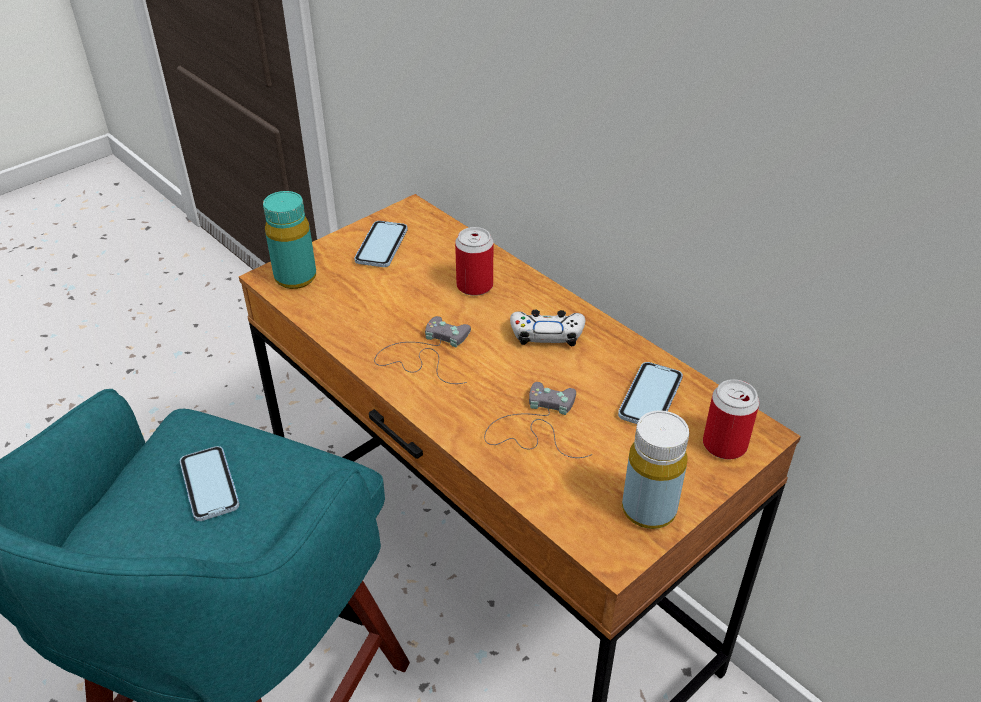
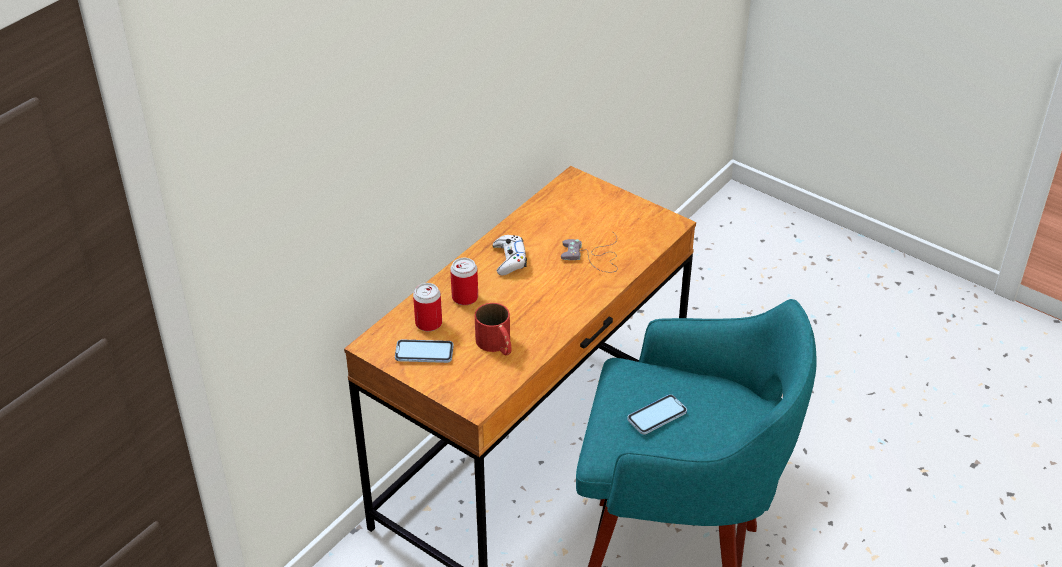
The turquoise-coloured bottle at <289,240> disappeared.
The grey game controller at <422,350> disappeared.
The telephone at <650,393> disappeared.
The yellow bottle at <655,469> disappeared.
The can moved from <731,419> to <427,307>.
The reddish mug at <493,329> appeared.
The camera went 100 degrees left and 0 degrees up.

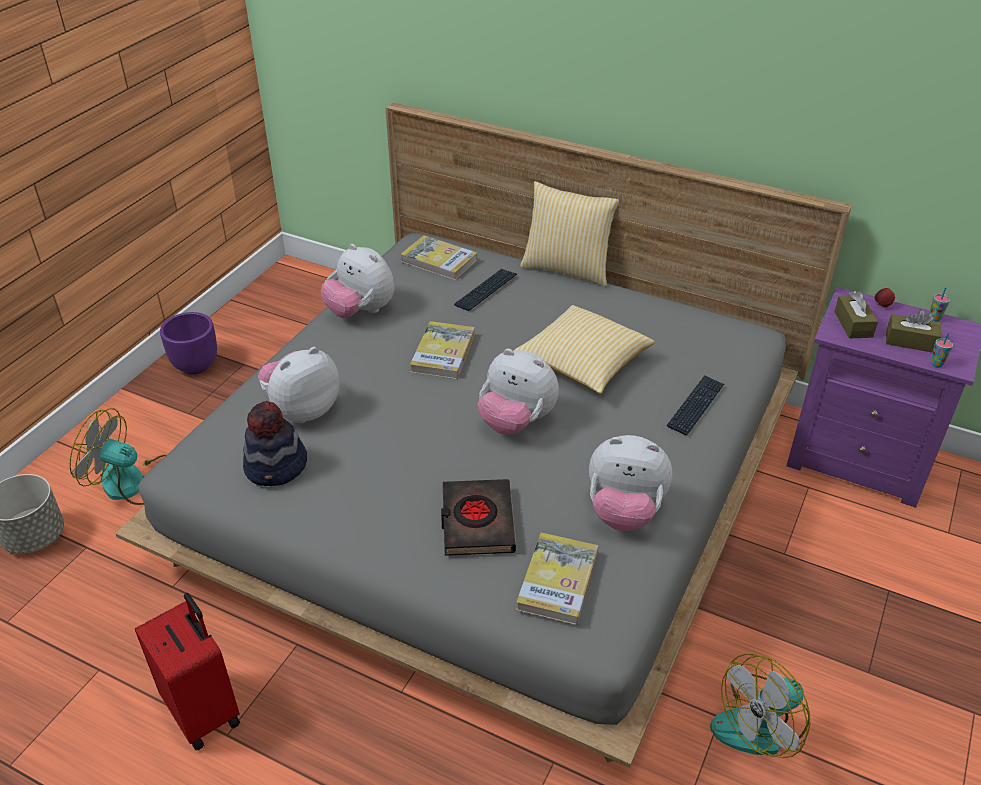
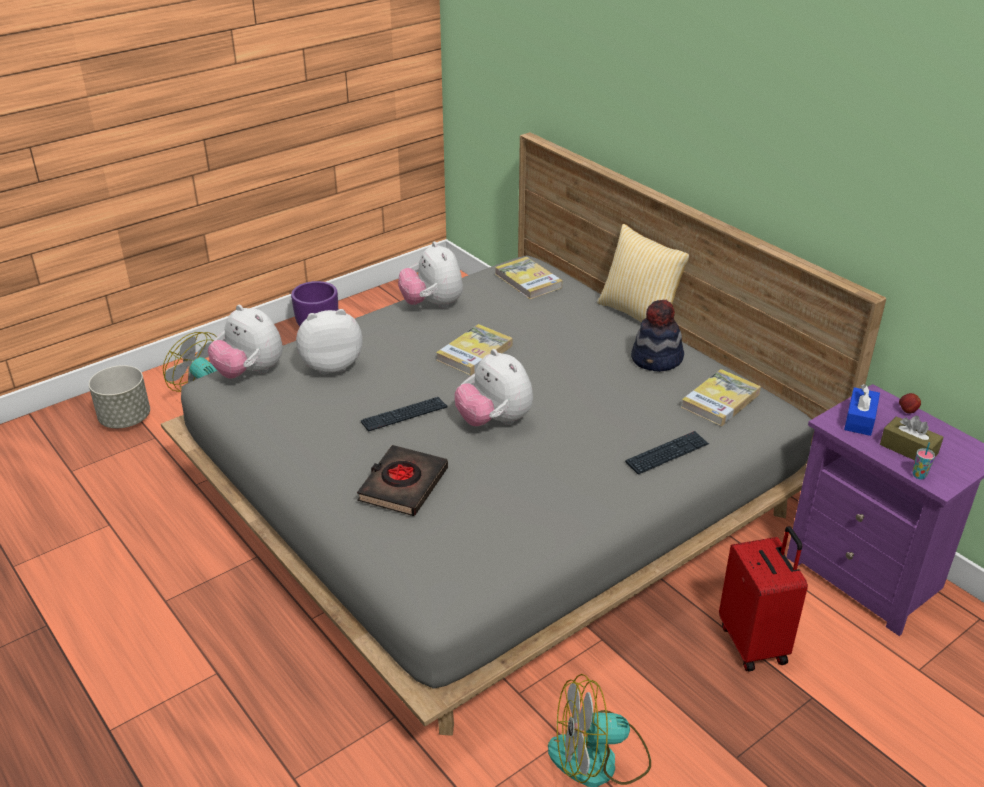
The reddish piece of luggage moved from <187,671> to <763,599>.
The clothing hat moved from <275,443> to <657,336>.
The PC keyboard moved from <485,290> to <404,414>.
The pillow at <585,349> disappeared.
The volume moved from <557,579> to <721,397>.
The cuddly toy moved from <630,483> to <245,342>.
The brownish box of tissues at <856,315> became the blue-coloured box of tissues at <862,410>.
The cup at <939,304> disappeared.
The camera went 25 degrees right and 5 degrees down.

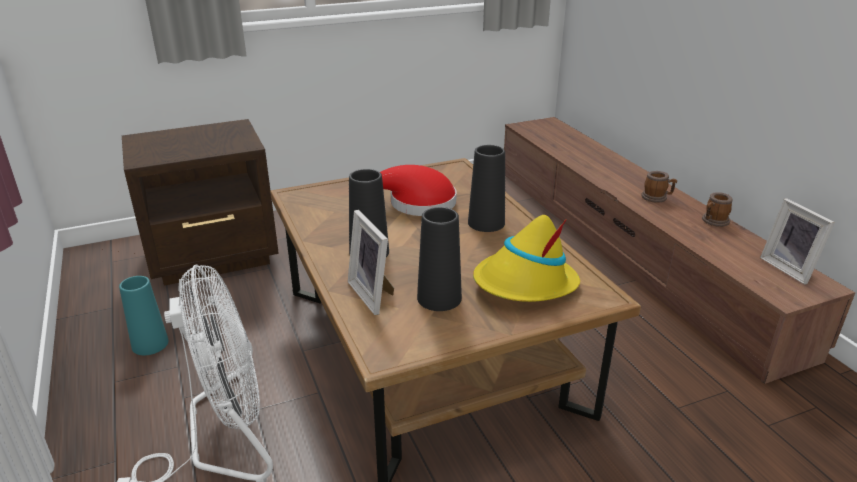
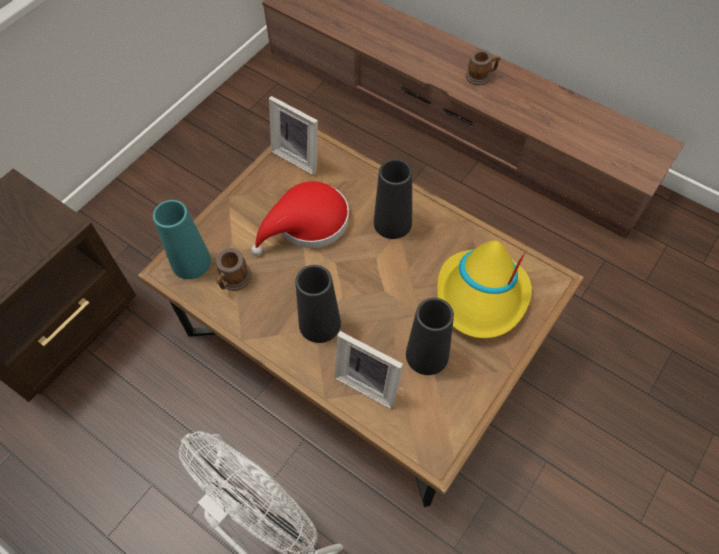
The turquoise-coloured vase moved from <144,315> to <182,239>.
The mug moved from <717,209> to <234,269>.
The picture frame moved from <797,241> to <293,135>.
The camera went 30 degrees left and 30 degrees up.

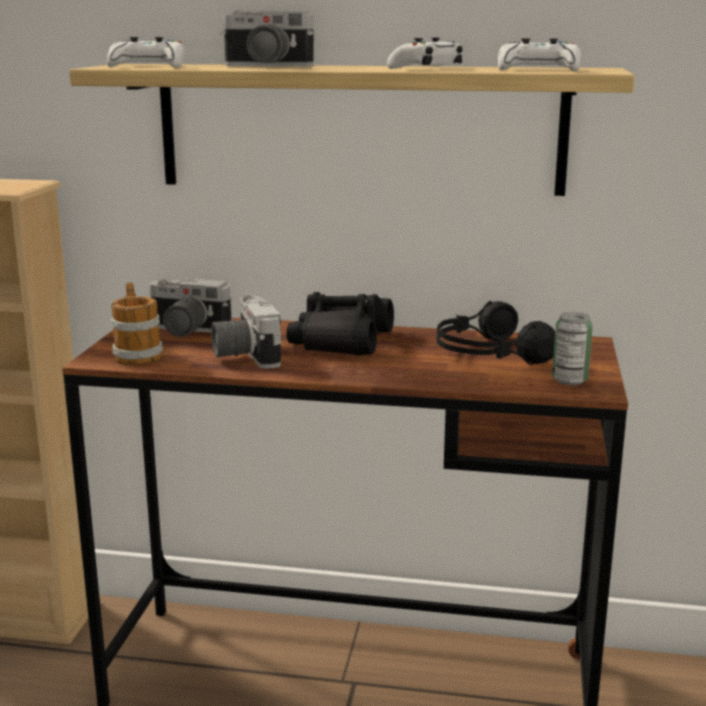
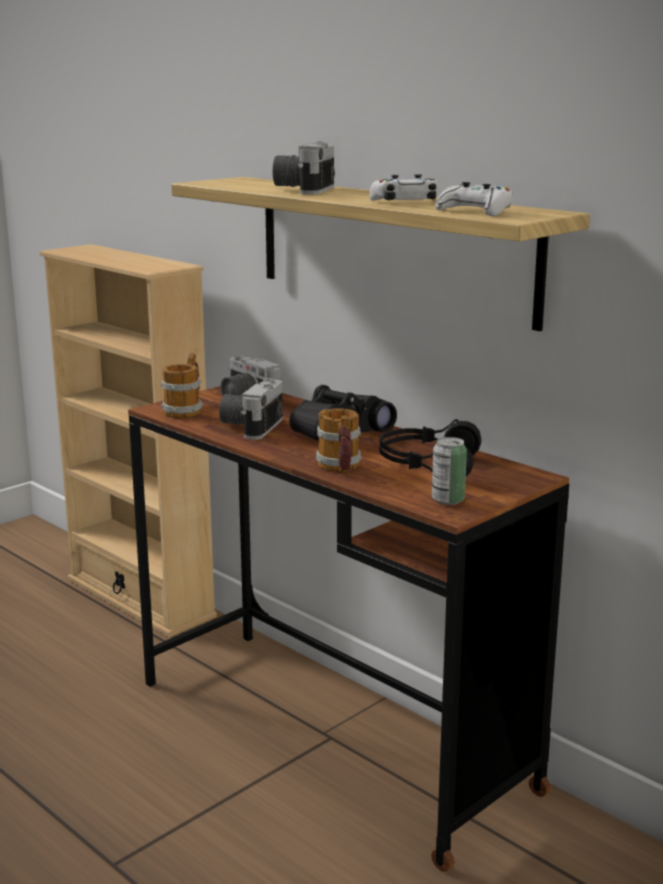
The white game controller at <145,52> disappeared.
The still camera at <267,38> turned 60 degrees clockwise.
The mug at <339,441> appeared.
The camera went 35 degrees right and 0 degrees up.

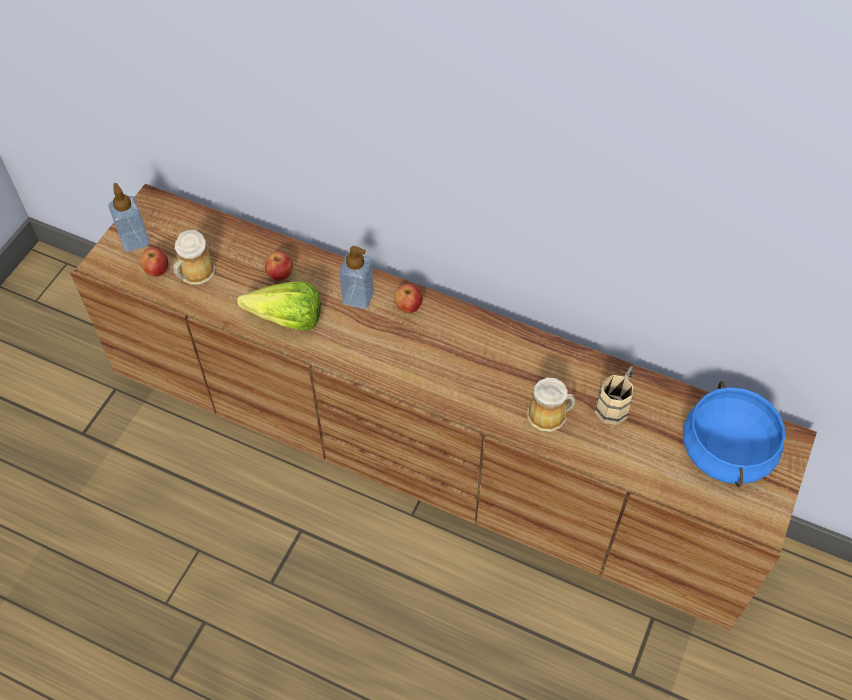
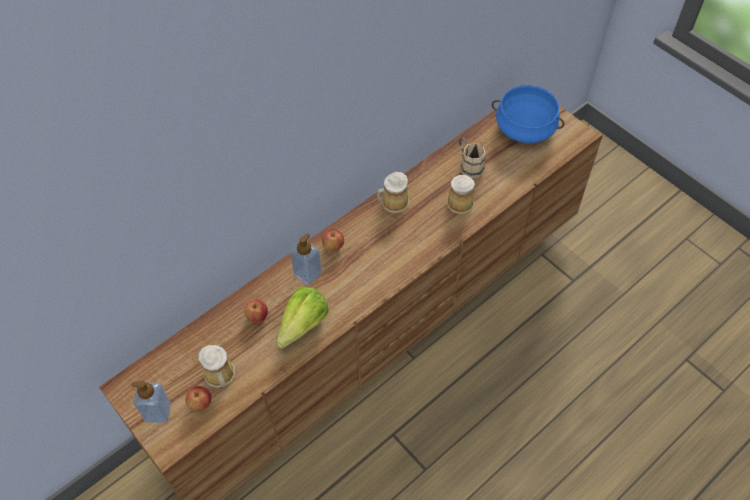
The mug at <393,192> appeared.
The camera went 65 degrees left and 0 degrees up.

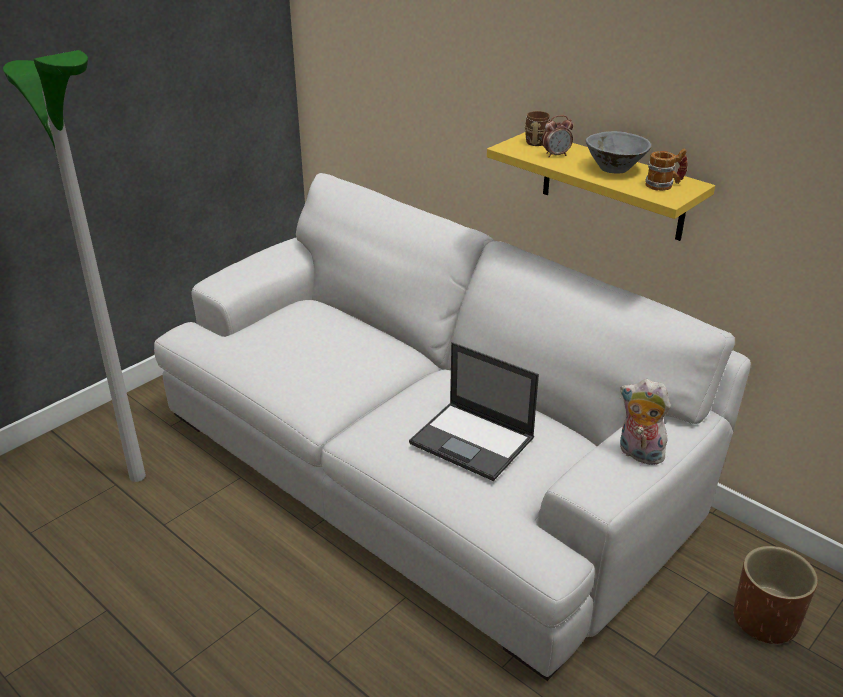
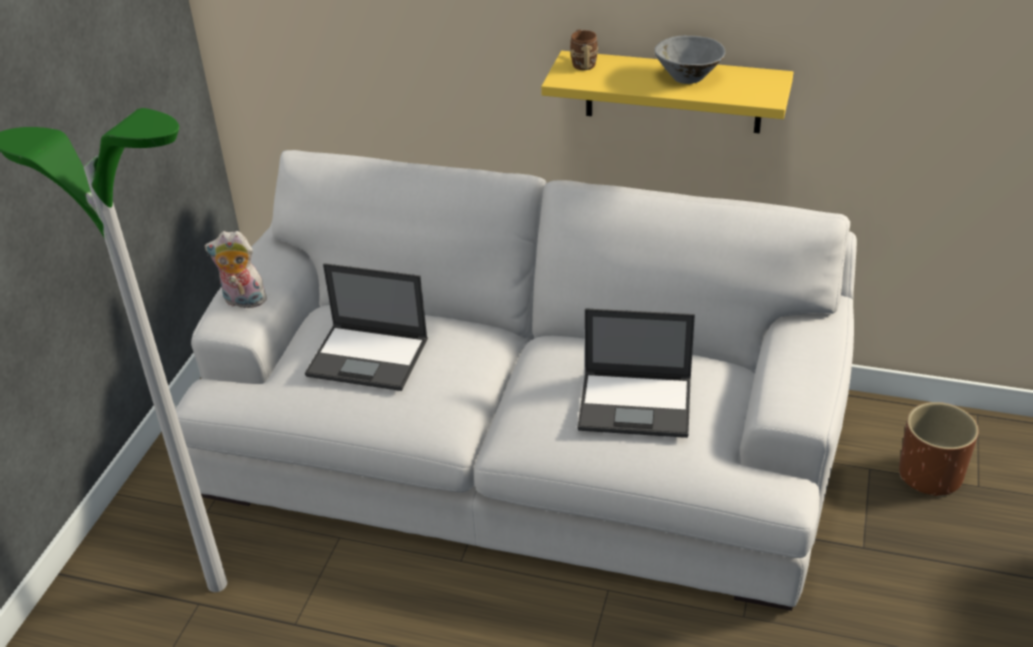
The table clock at <557,136> disappeared.
The cuddly toy moved from <645,422> to <236,269>.
The mug at <666,170> disappeared.
The laptop at <366,327> appeared.
The camera went 25 degrees left and 5 degrees up.

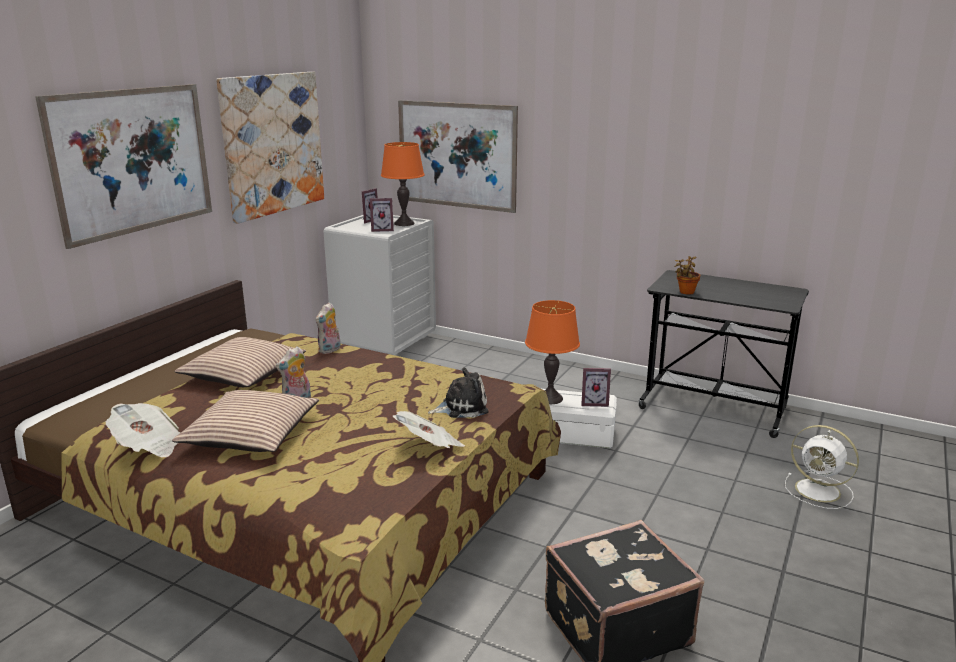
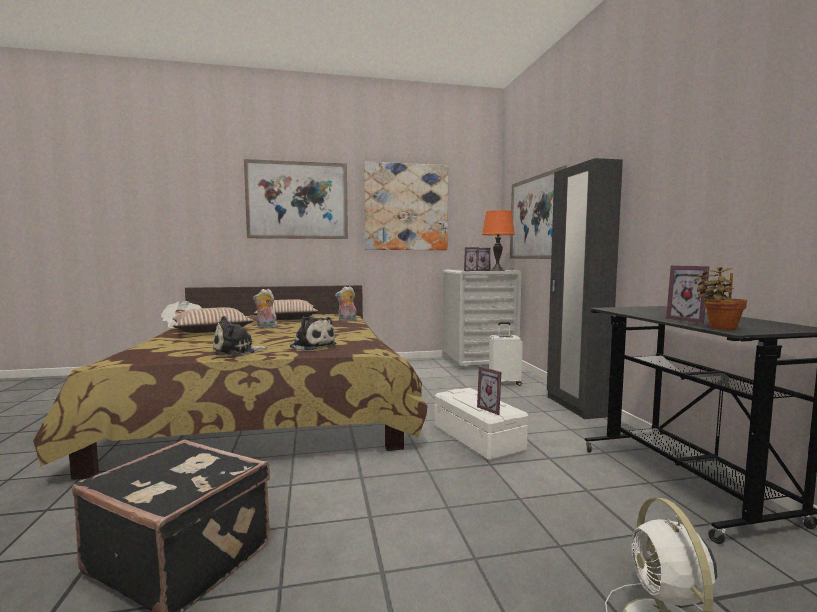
The daily paper at <429,429> was replaced by the cuddly toy at <240,335>.
The orangey tabletop lamp at <552,352> disappeared.
The houseplant moved from <687,275> to <720,298>.
The white piece of luggage at <506,354> appeared.
The black-coloured wardrobe at <585,288> appeared.
The picture frame at <687,294> appeared.
The camera went 50 degrees right and 15 degrees down.

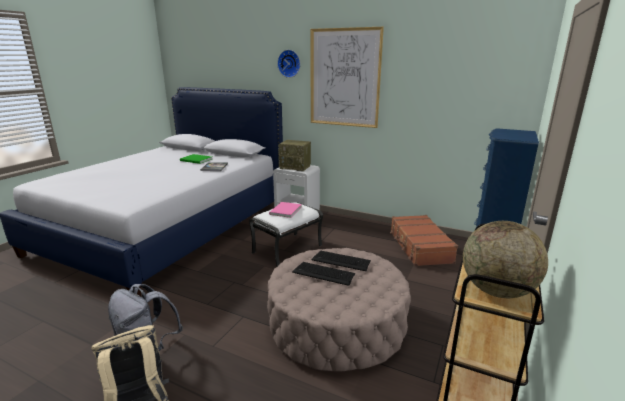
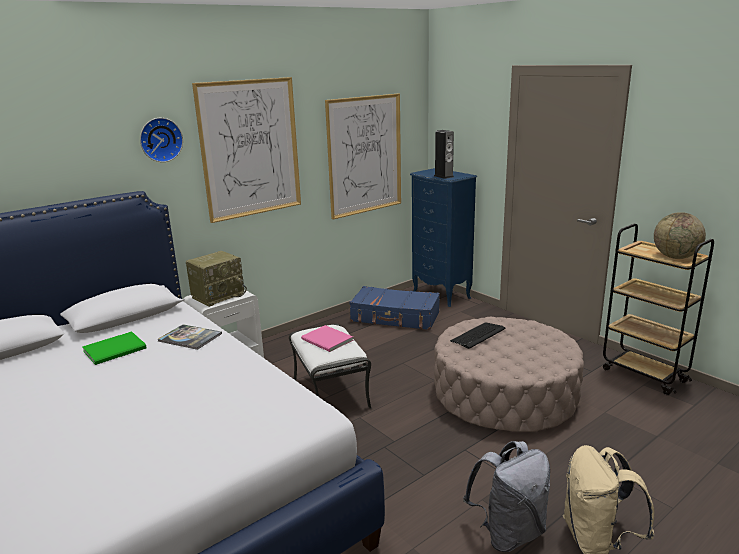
The PC keyboard at <323,274> disappeared.
The brownish piece of luggage at <424,240> became the blue-coloured piece of luggage at <394,308>.
The picture at <363,157> appeared.
The speaker at <444,154> appeared.
The camera went 65 degrees left and 0 degrees up.

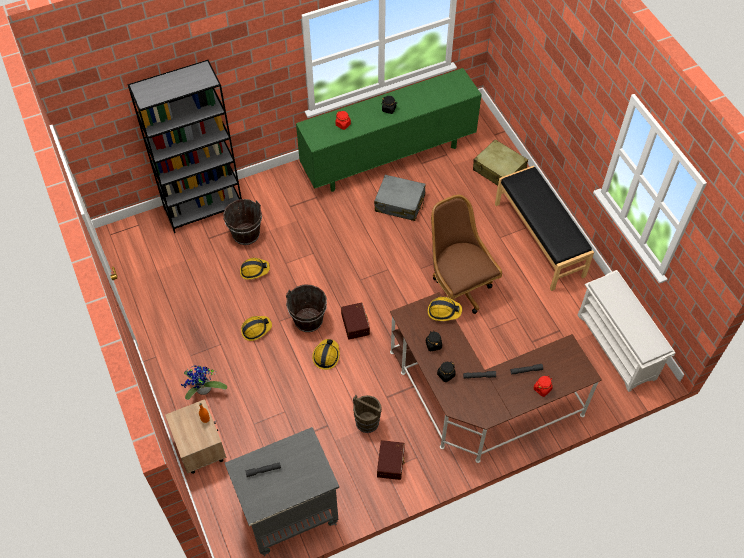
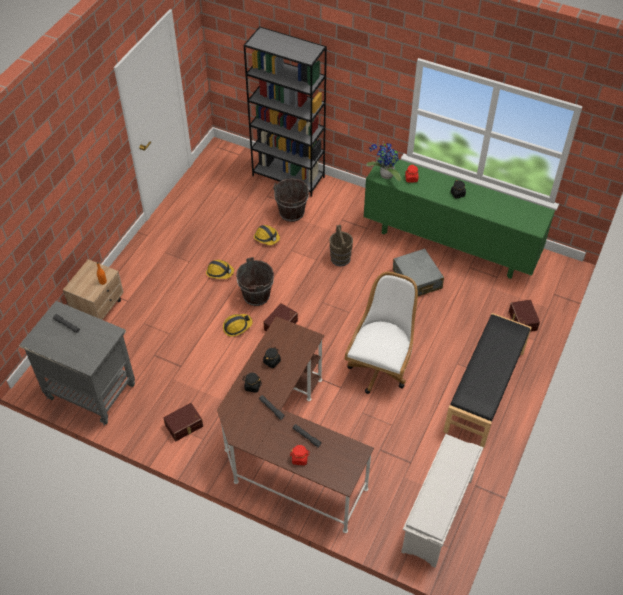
The houseplant moved from <204,382> to <383,161>.
The brownish bucket moved from <367,414> to <341,246>.
The safety helmet at <445,309> disappeared.
The brownish desk chair at <466,254> became the white desk chair at <381,333>.
The beige-coloured piece of luggage at <500,162> was replaced by the brownish storage container at <524,316>.
The camera went 50 degrees right and 5 degrees down.

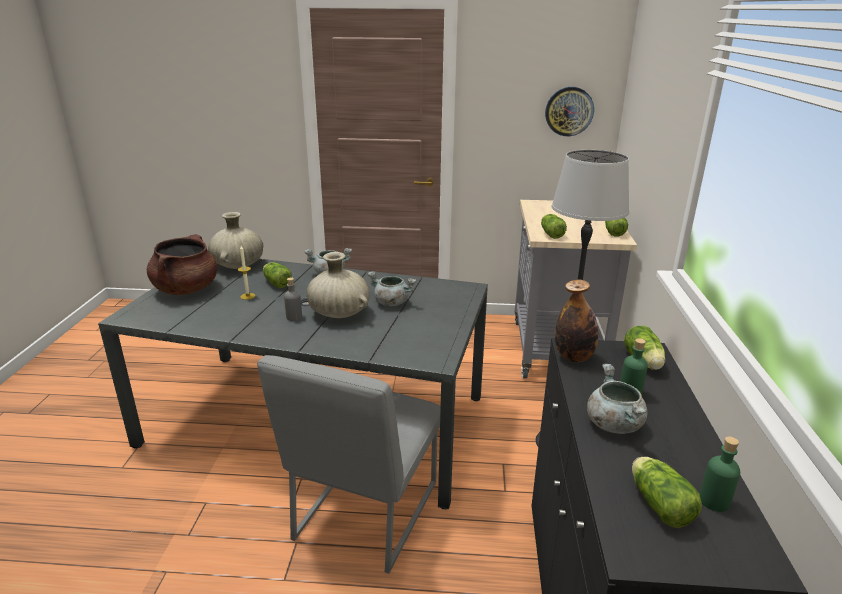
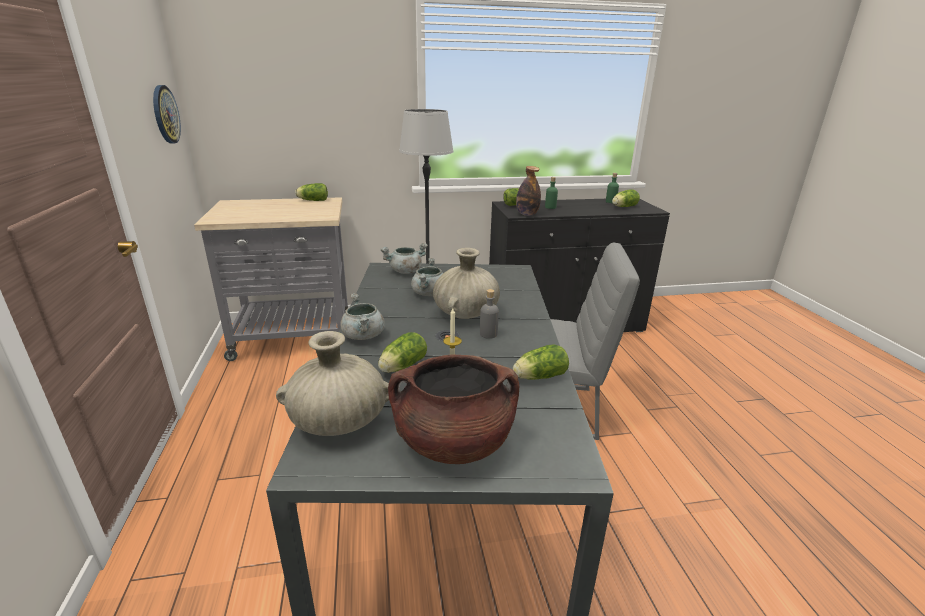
The lettuce head moved from <554,226> to <541,362>.
The grey stockpot moved from <617,399> to <404,258>.
The camera went 105 degrees left and 0 degrees up.

